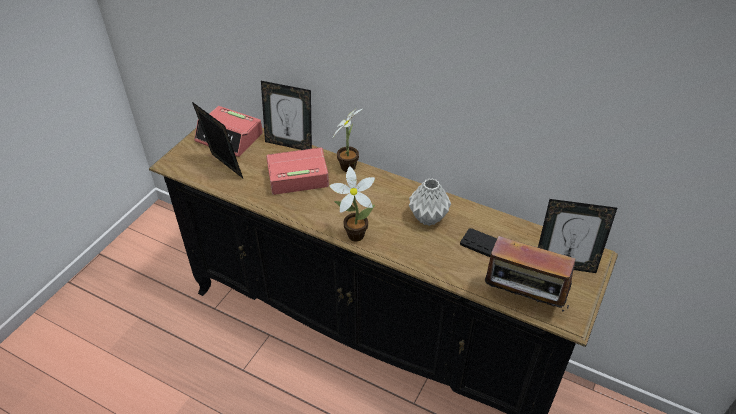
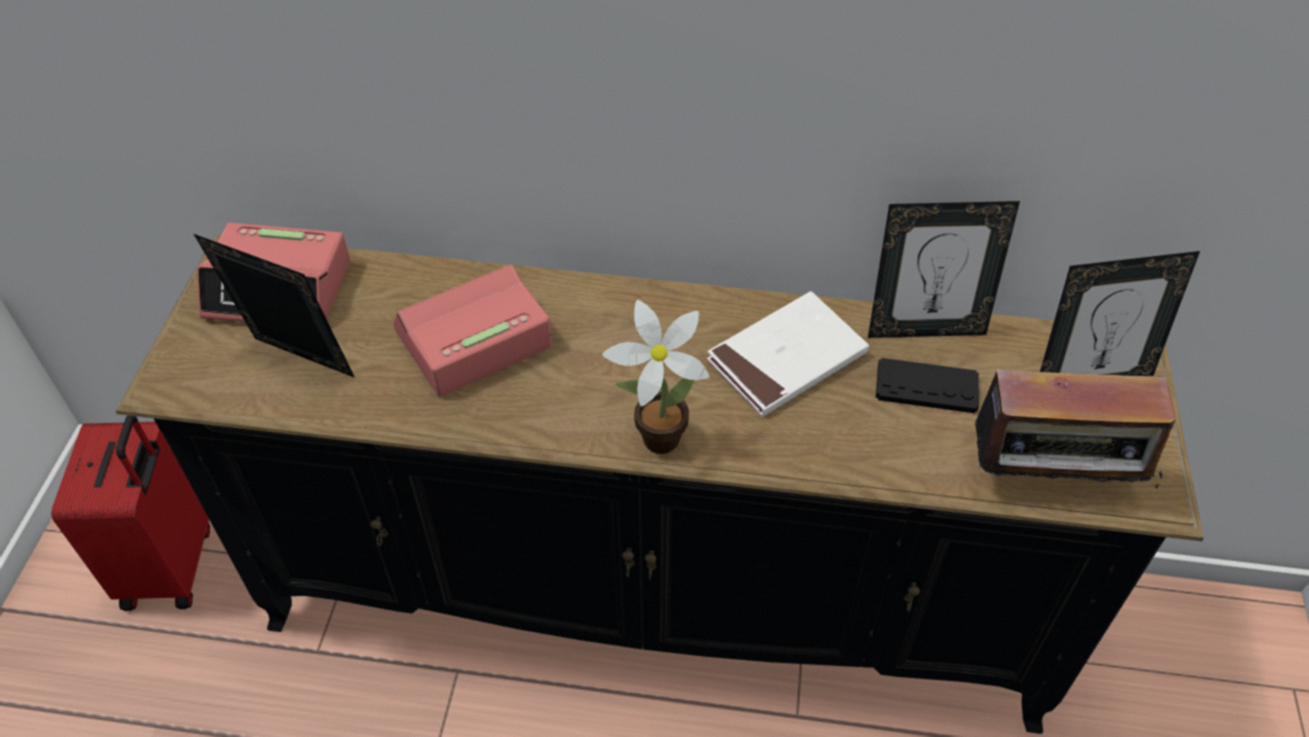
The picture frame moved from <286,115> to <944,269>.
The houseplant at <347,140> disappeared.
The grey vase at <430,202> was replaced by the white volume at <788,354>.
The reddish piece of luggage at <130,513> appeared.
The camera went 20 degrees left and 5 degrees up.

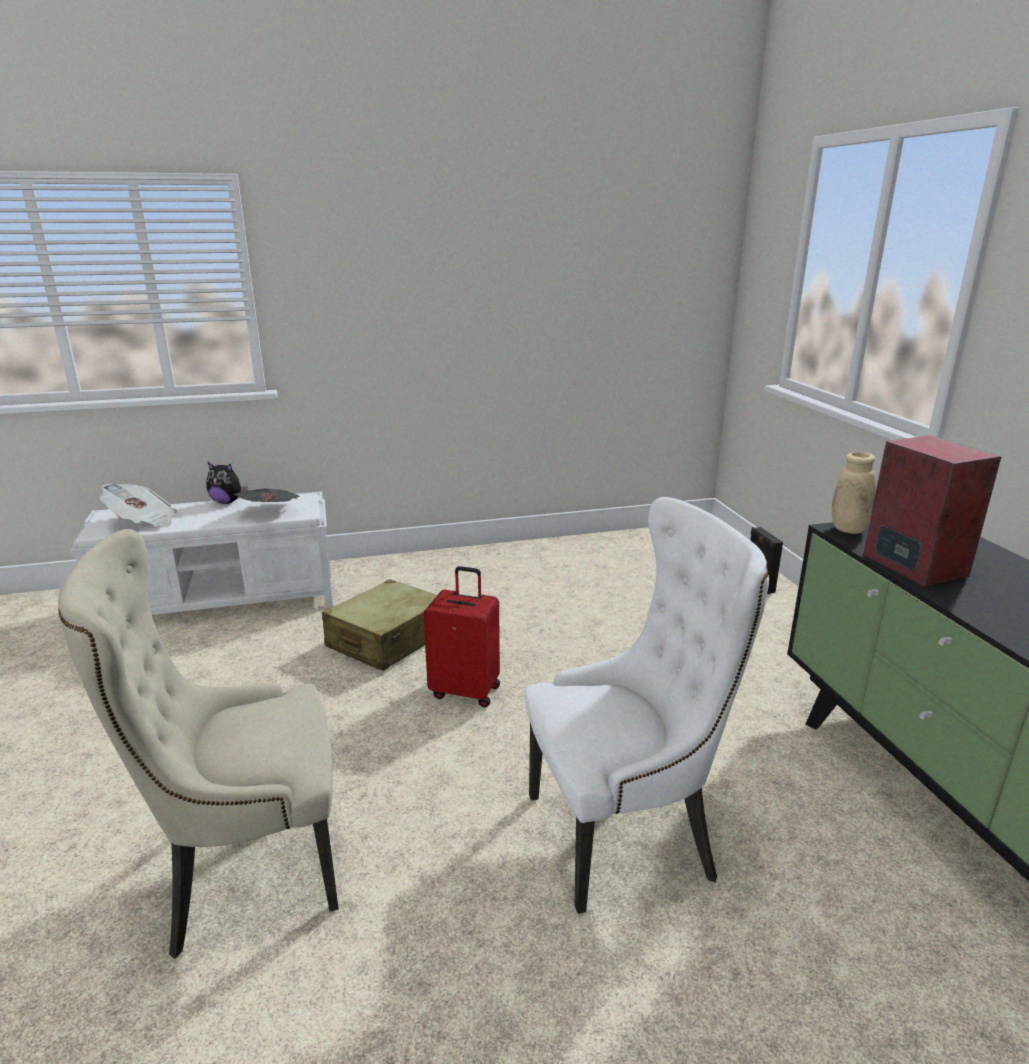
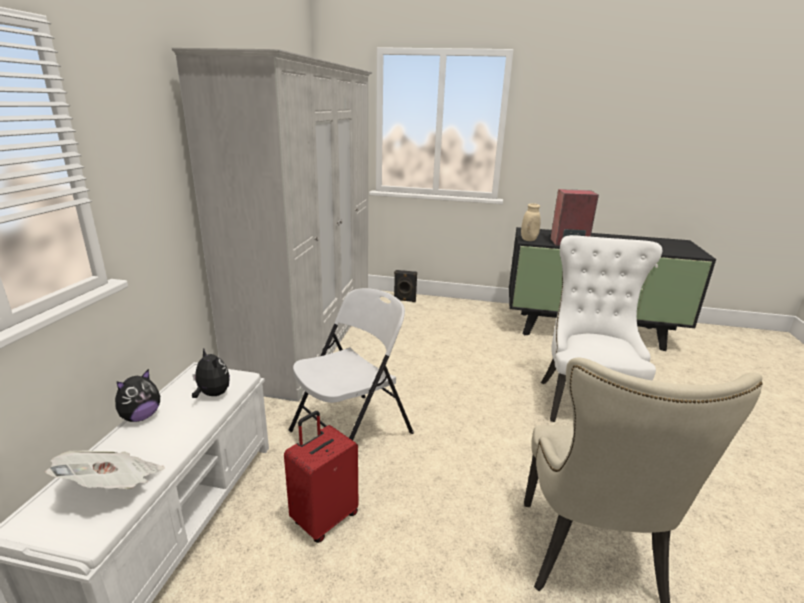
The daily paper at <266,495> was replaced by the cuddly toy at <211,373>.
The beige-coloured piece of luggage at <379,625> was replaced by the white plain chair at <351,364>.
The reddish piece of luggage moved from <461,636> to <321,477>.
The white wardrobe at <272,225> appeared.
The camera went 65 degrees left and 0 degrees up.

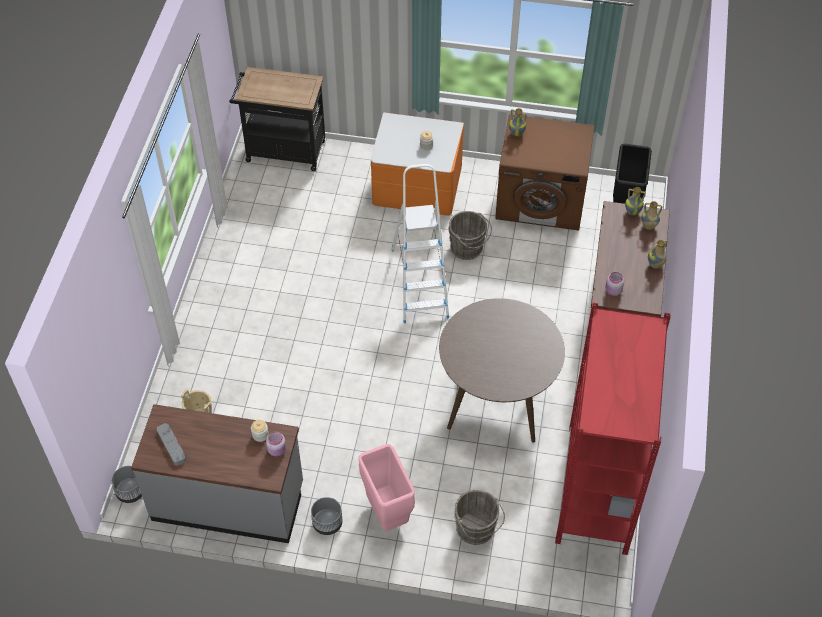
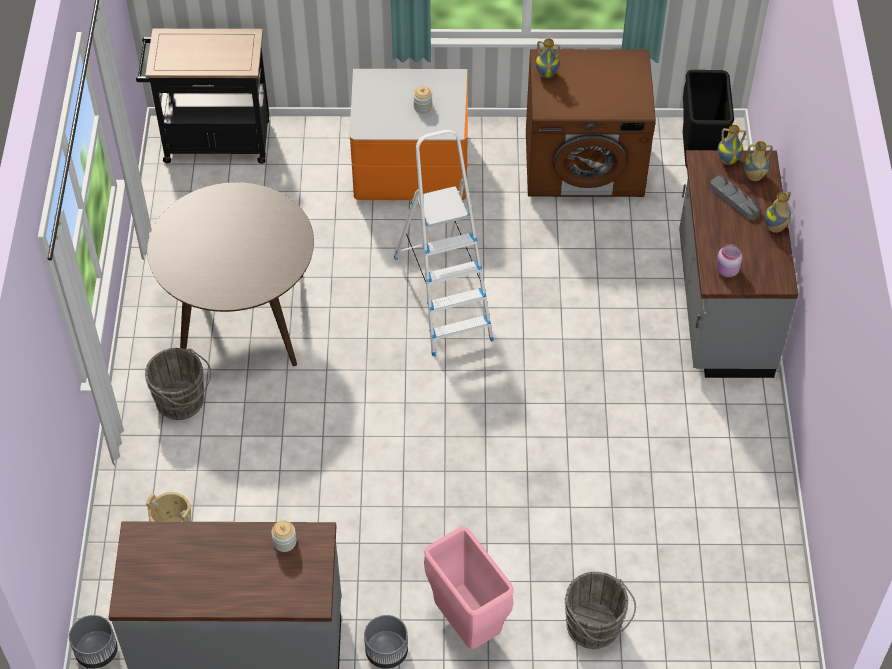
The grey serving tray moved from <171,444> to <735,198>.
The pink storage jar at <276,444> disappeared.
The brownish dinner table moved from <502,370> to <230,274>.
The grey bucket moved from <470,235> to <178,384>.
The reddish shelving unit at <613,428> disappeared.
The camera went 10 degrees left and 0 degrees up.

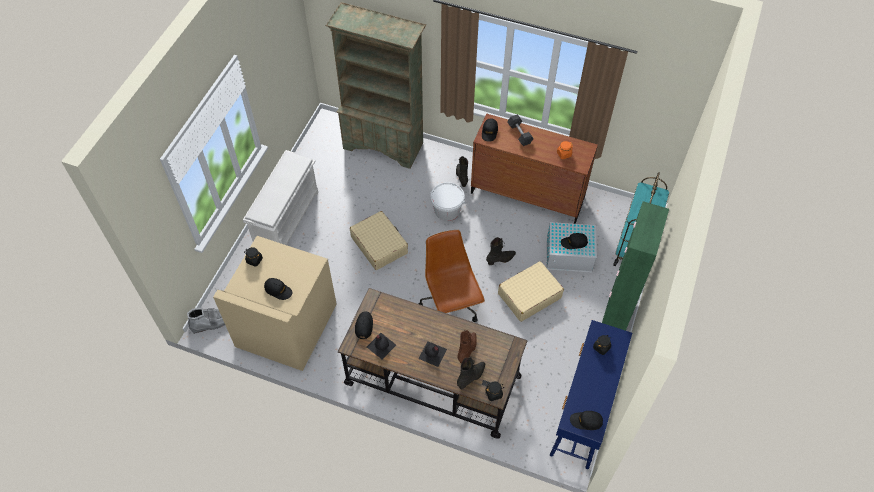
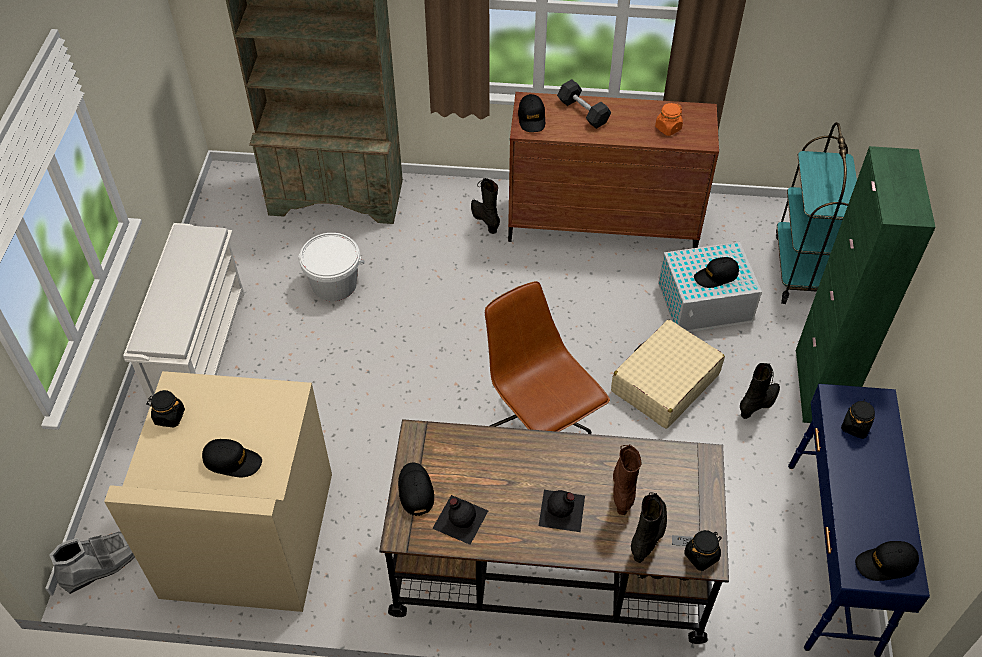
The beige-coloured piece of luggage at <379,240> disappeared.
The white bucket moved from <448,201> to <331,267>.
The black-coloured boot moved from <501,251> to <760,391>.
The camera went 15 degrees left and 5 degrees down.

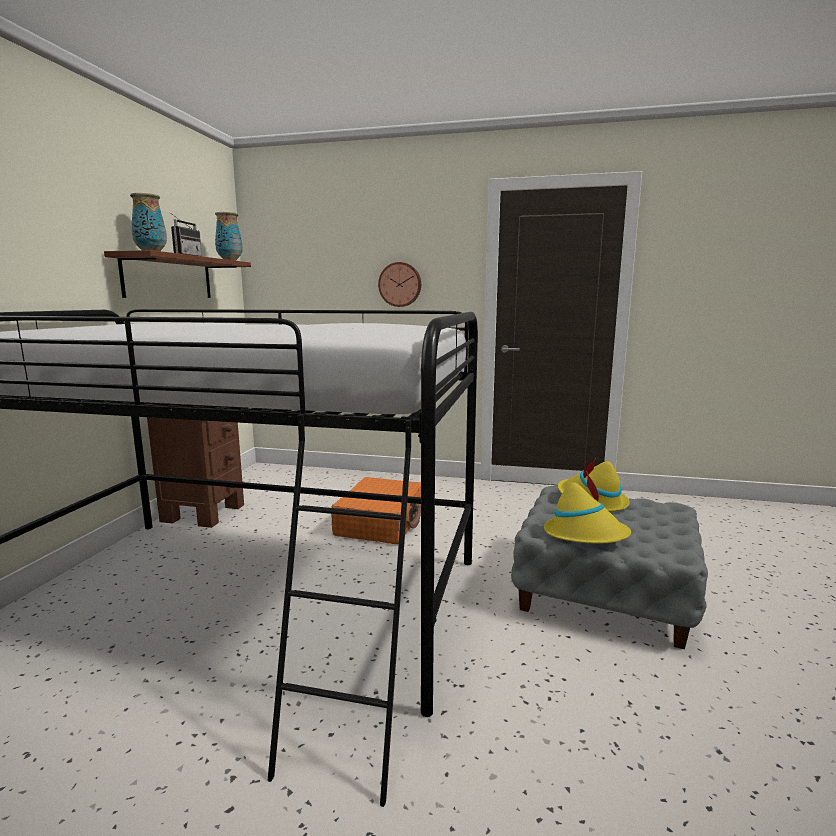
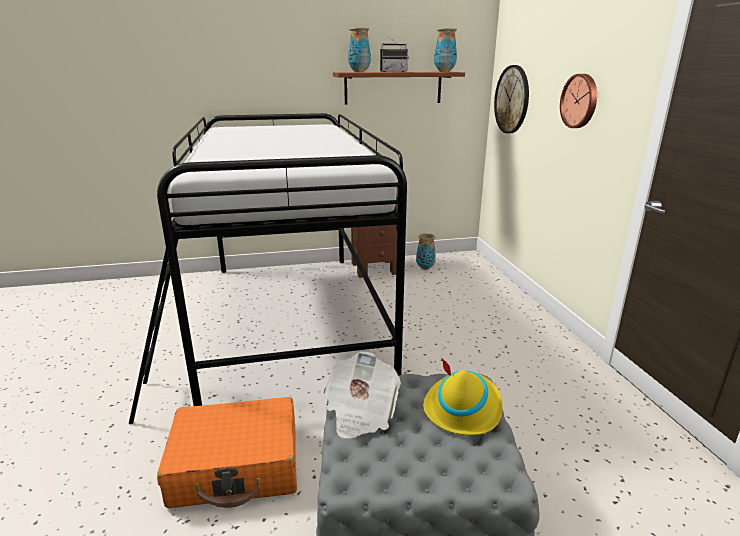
The orangey piece of luggage moved from <376,510> to <227,452>.
The yellow clothing hat at <587,508> was replaced by the daily paper at <362,395>.
The vase at <426,251> appeared.
The clock on the wall at <511,99> appeared.
The camera went 65 degrees right and 10 degrees up.

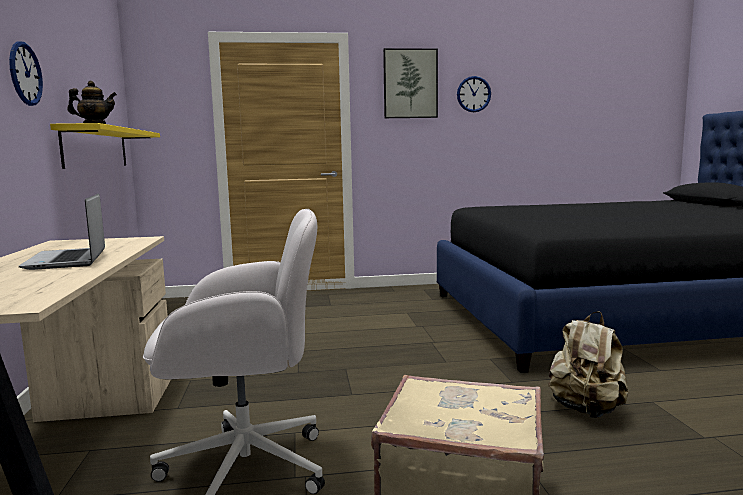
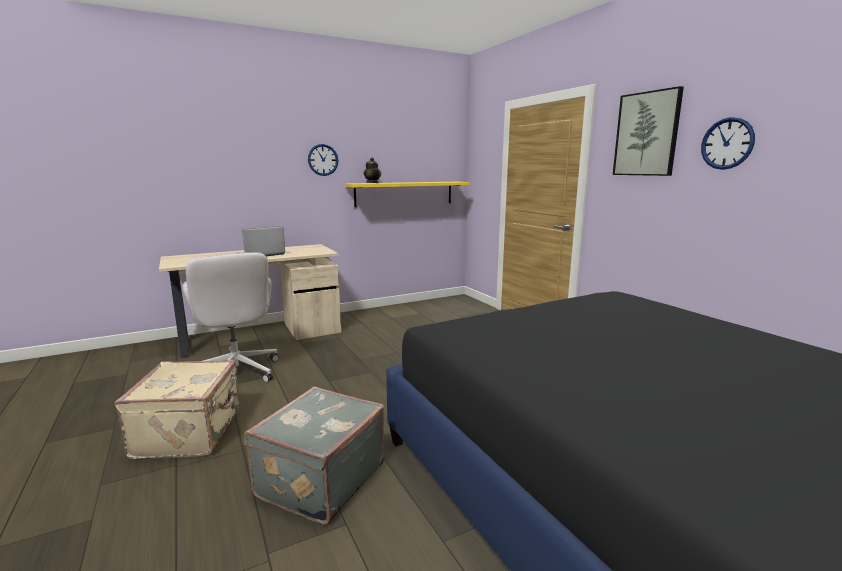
The beige-coloured knapsack at <588,364> was replaced by the grey piece of luggage at <314,455>.
The camera went 70 degrees right and 5 degrees up.

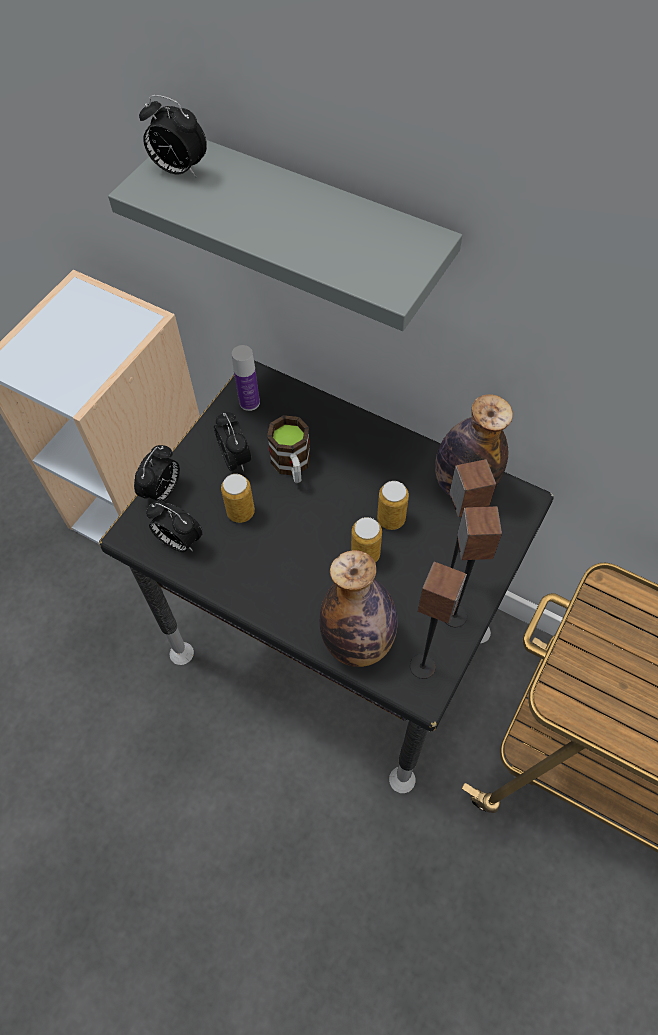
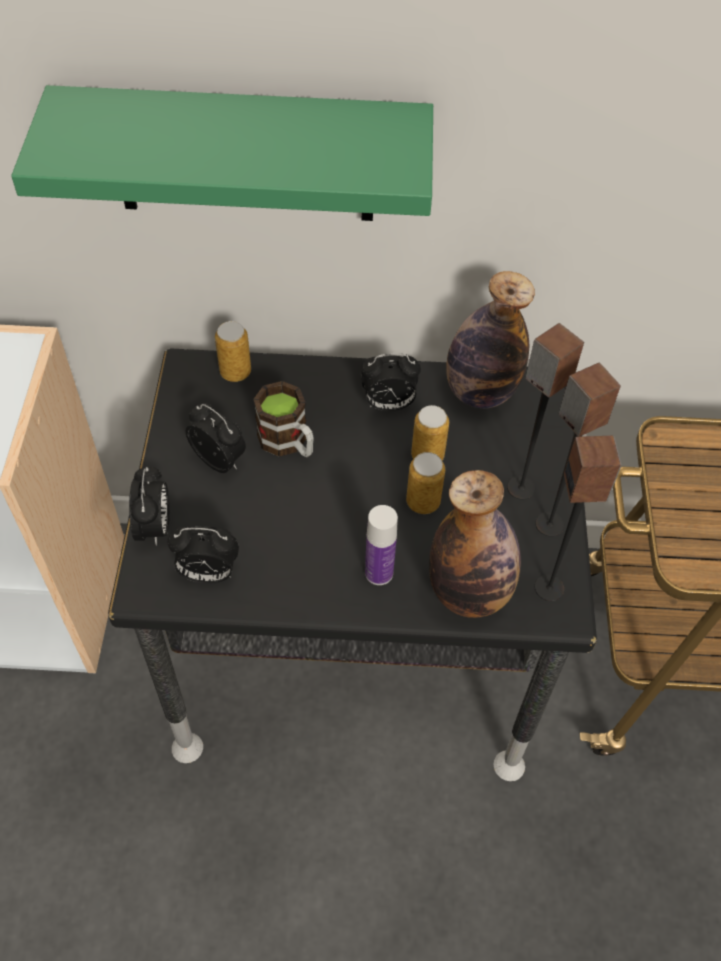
The grey bracket shelf at <285,235> became the greenish bracket shelf at <222,153>.
The table clock moved from <173,136> to <391,382>.
The can moved from <238,498> to <233,351>.
The bottle moved from <245,378> to <381,545>.
The camera went 30 degrees left and 5 degrees down.

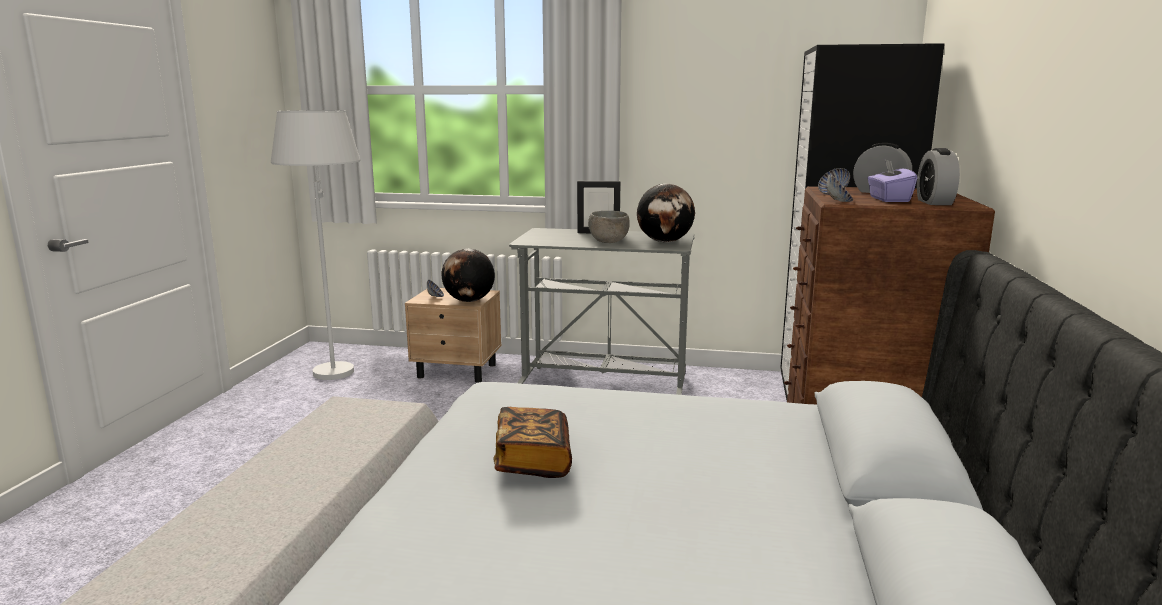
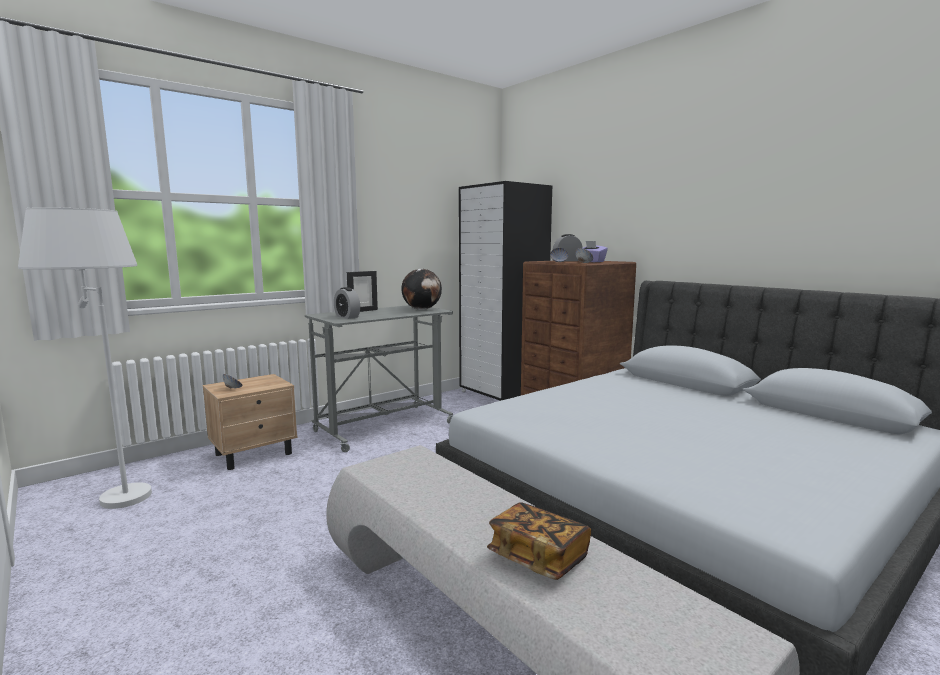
The desk globe at <468,275> disappeared.
The volume moved from <532,442> to <539,541>.
The grey deep dish at <609,227> disappeared.
The table clock moved from <938,176> to <347,303>.
The camera went 50 degrees left and 5 degrees down.

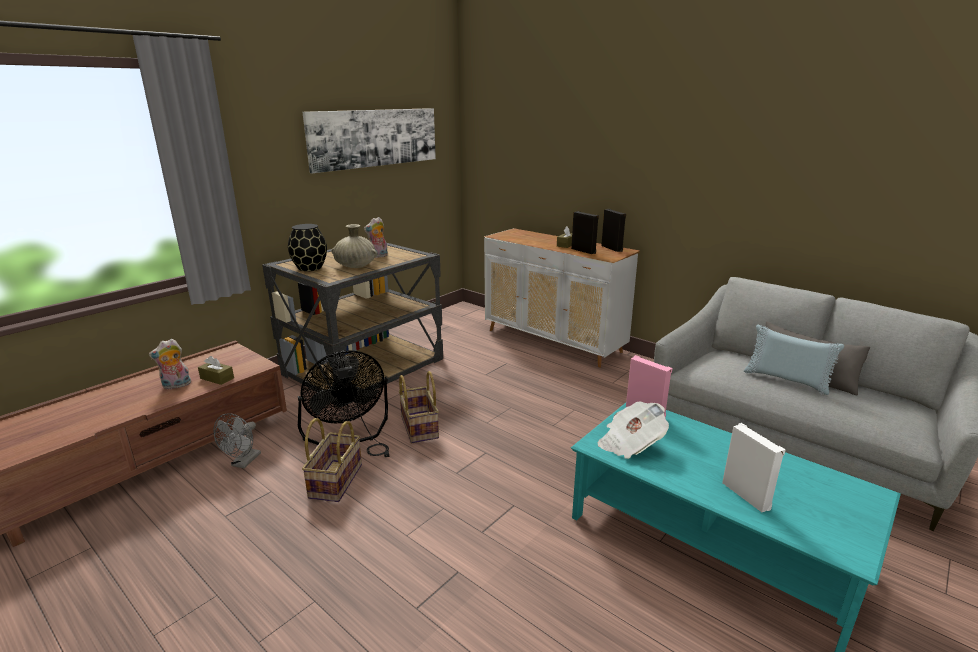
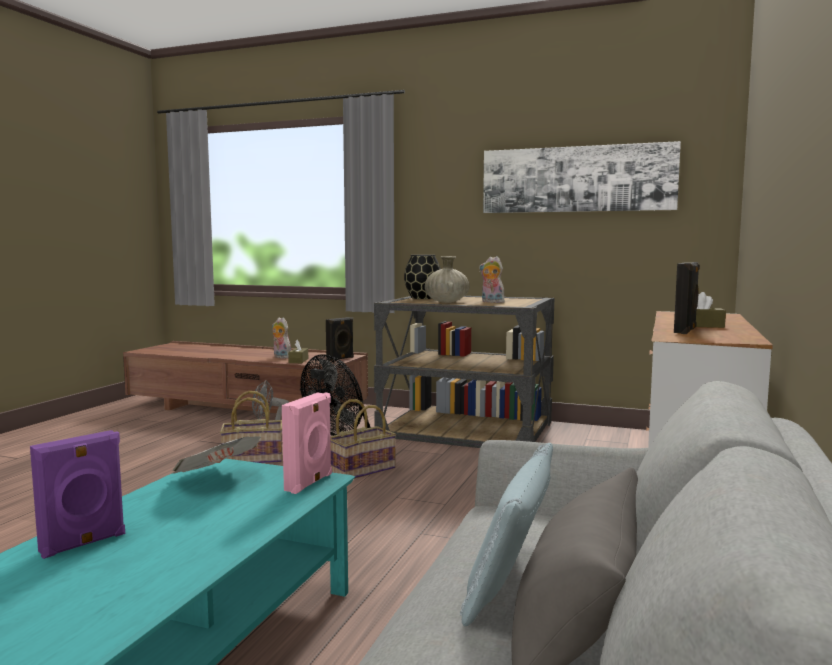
The black-coloured speaker moved from <613,230> to <340,339>.
The white speaker at <754,467> became the purple speaker at <77,494>.
The camera went 70 degrees right and 15 degrees down.

